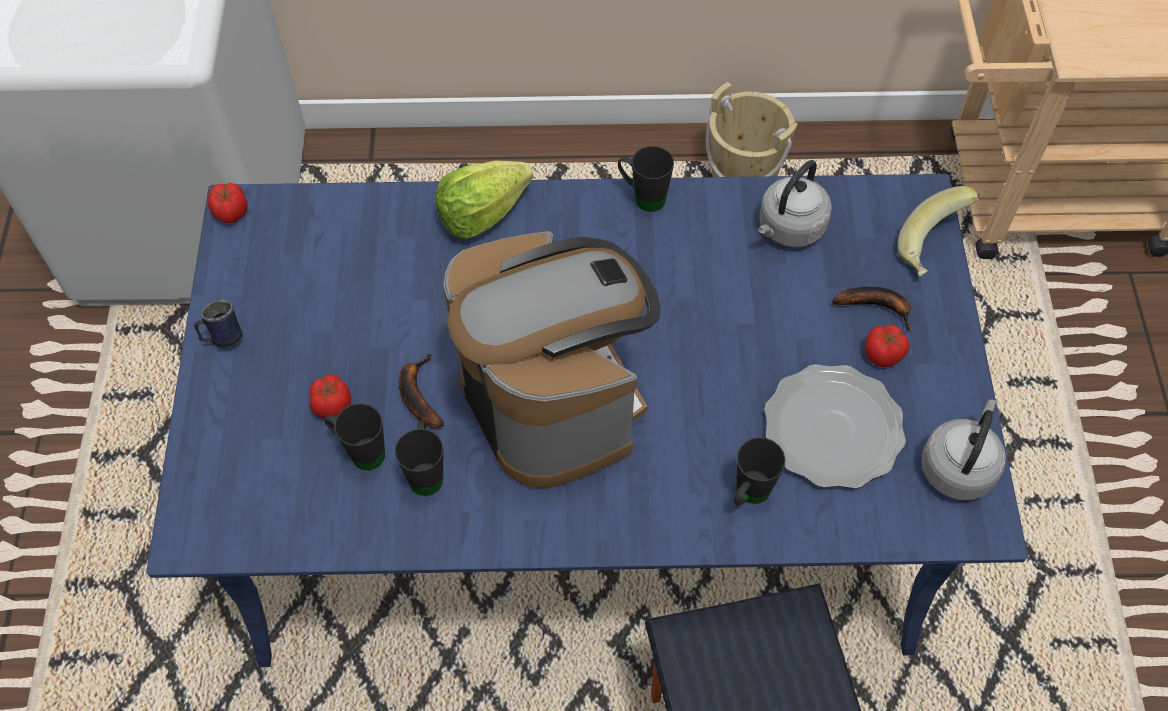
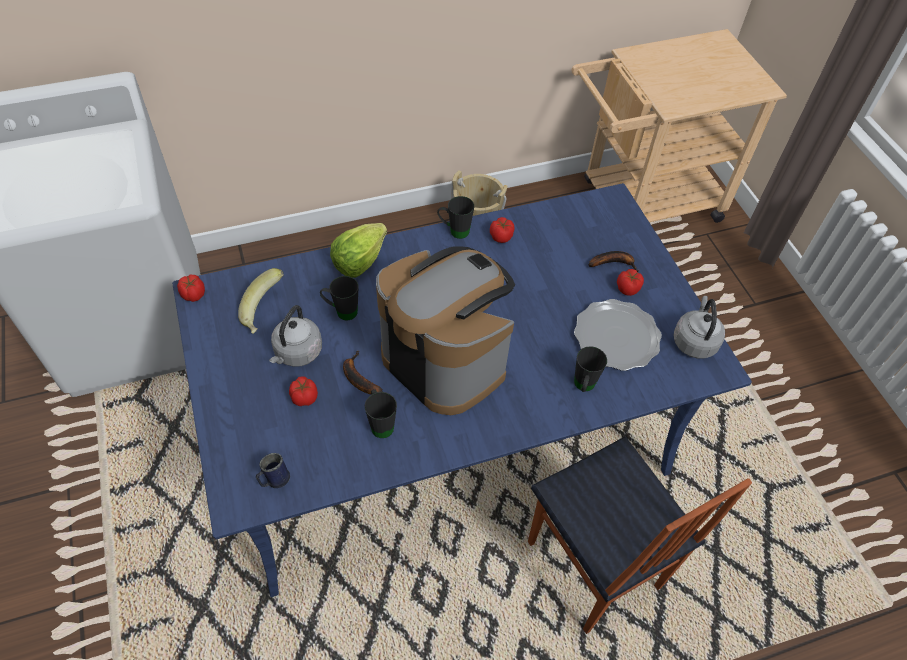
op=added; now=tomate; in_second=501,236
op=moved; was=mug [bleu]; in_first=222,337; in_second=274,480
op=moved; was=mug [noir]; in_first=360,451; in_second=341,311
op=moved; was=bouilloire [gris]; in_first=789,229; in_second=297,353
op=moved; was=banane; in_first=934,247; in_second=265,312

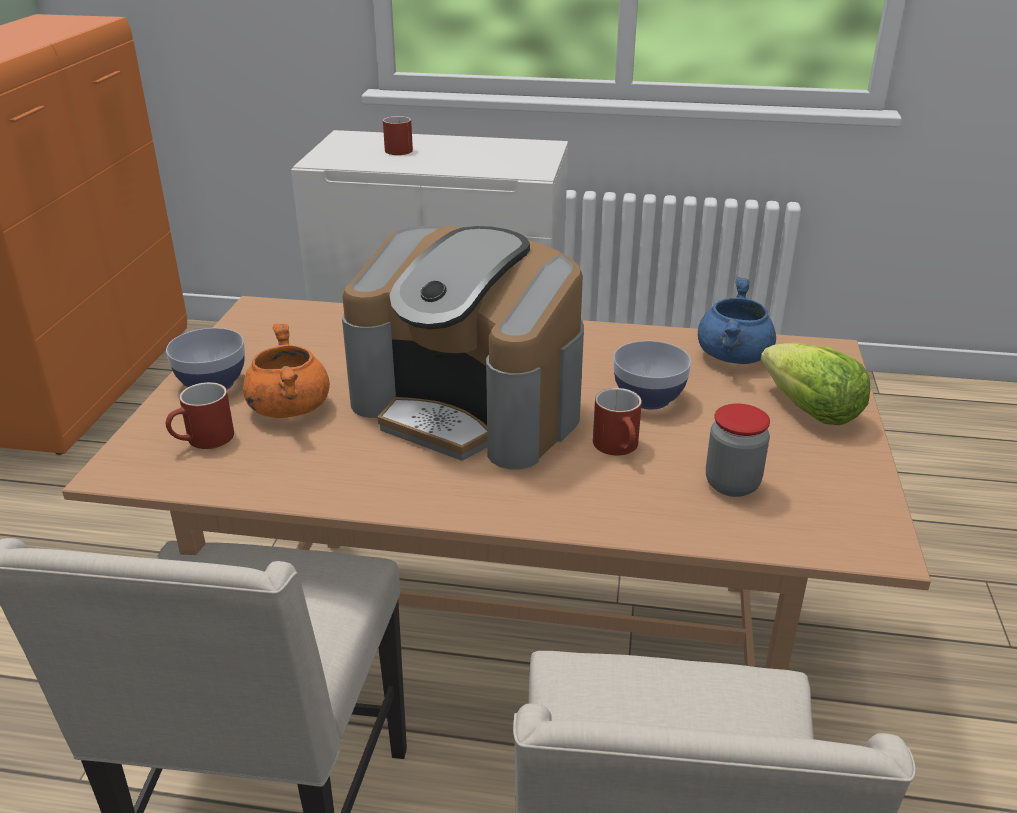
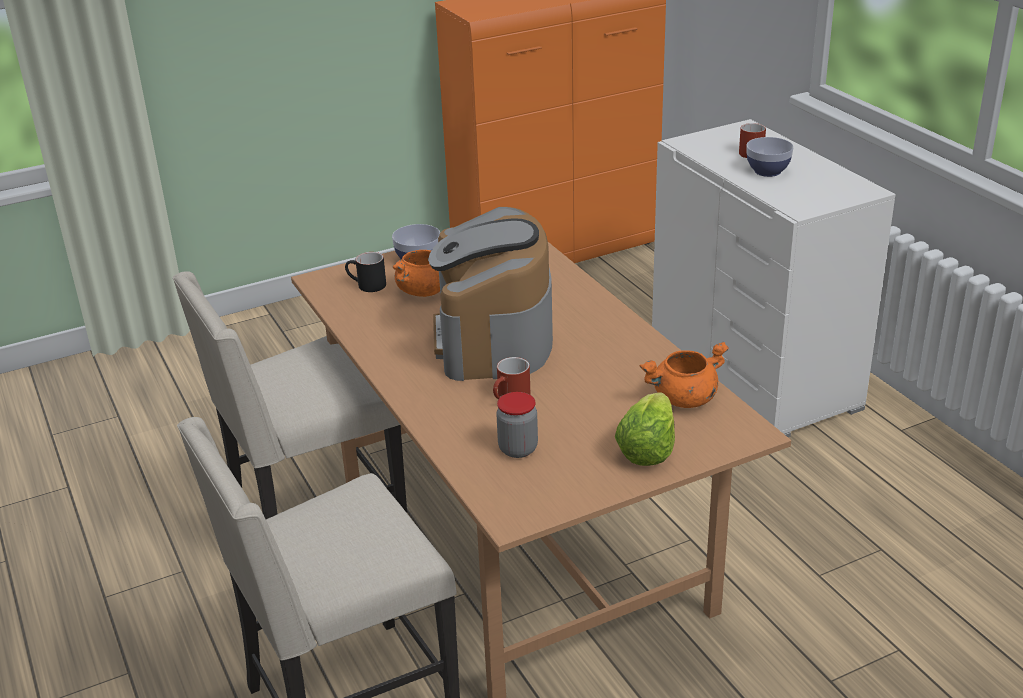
op=moved; was=bol; in_first=648,398; in_second=767,171
op=recoloured; was=mug [rouge]; now=mug [noir]; in_first=203,441; in_second=366,286
op=recoloured; was=marmite [bleu]; now=marmite [orange]; in_first=734,357; in_second=684,399

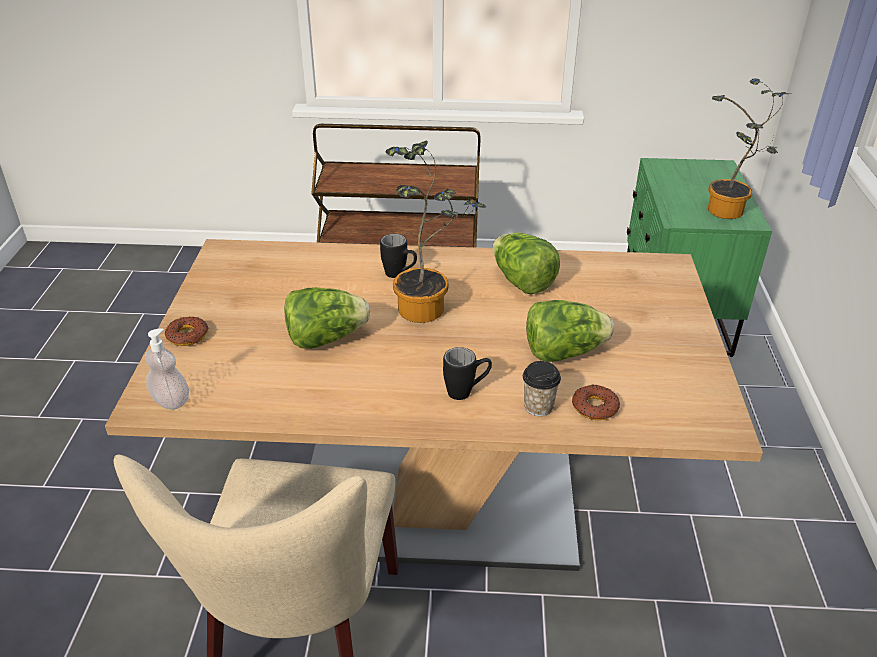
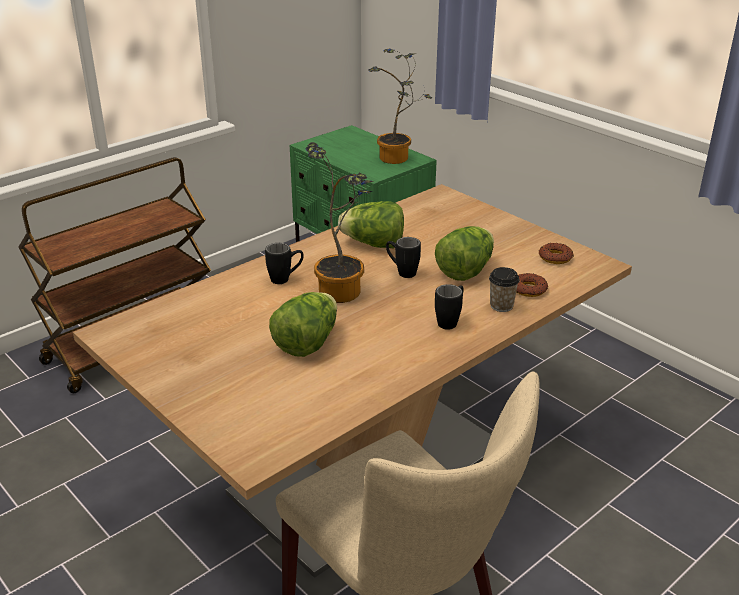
op=removed; was=distributeur de savon; in_first=171,401
op=added; now=mug [noir]; in_second=402,272
op=moved; was=beignet; in_first=188,336; in_second=555,257

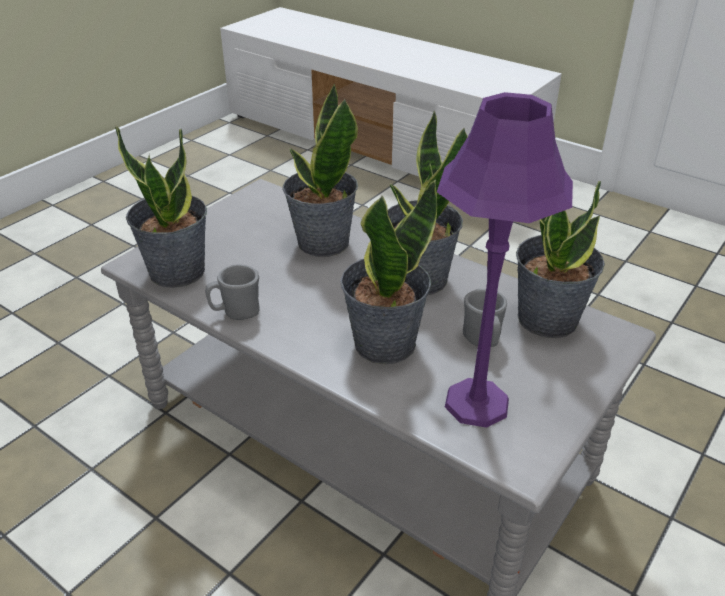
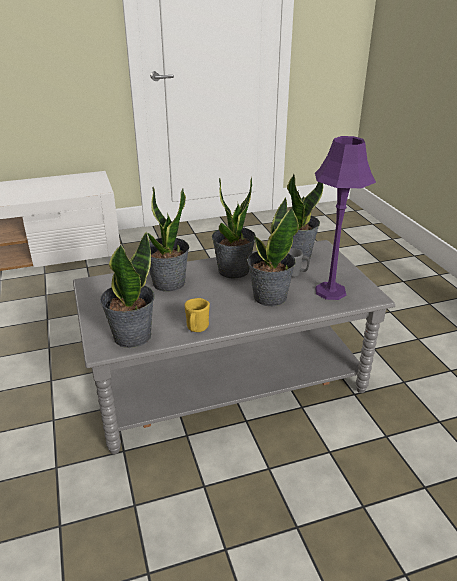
op=recoloured; was=mug [gris]; now=mug [jaune]; in_first=236,312; in_second=196,329

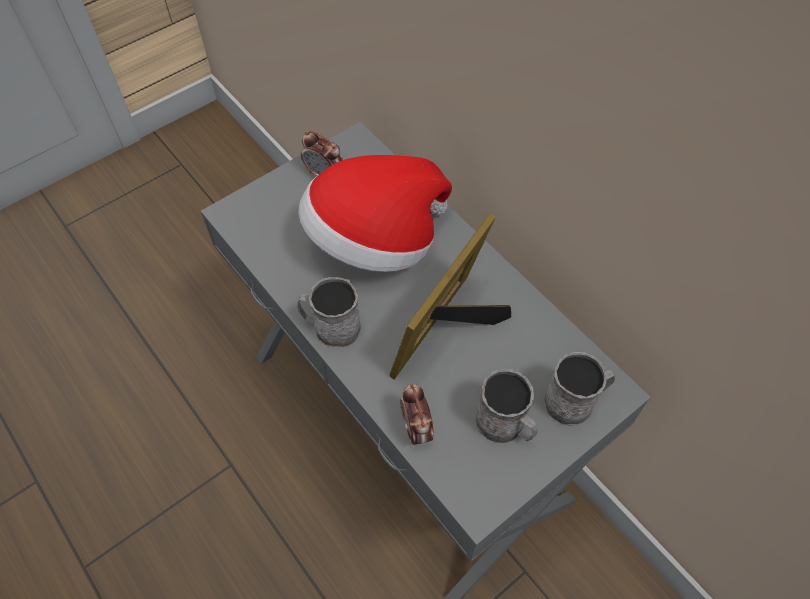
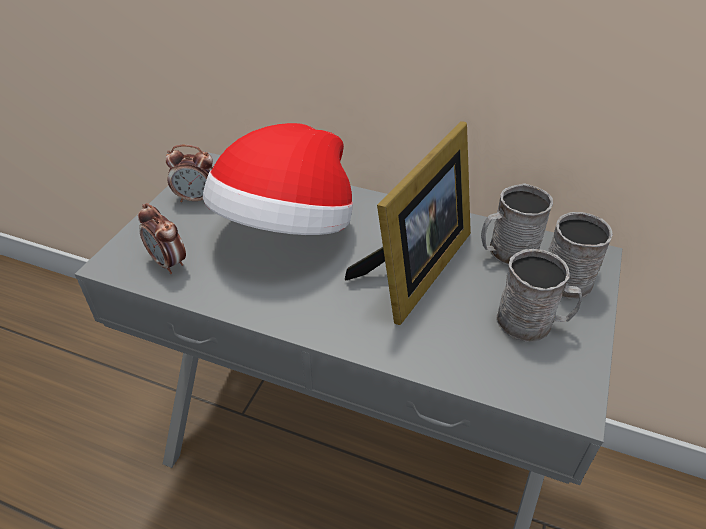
op=moved; was=mug [gris]; in_first=331,327; in_second=506,252
op=moved; was=réveil; in_first=416,429; in_second=169,263
op=turned; was=cadre photo; in_first=448,330; in_second=414,271; clockwise=-150

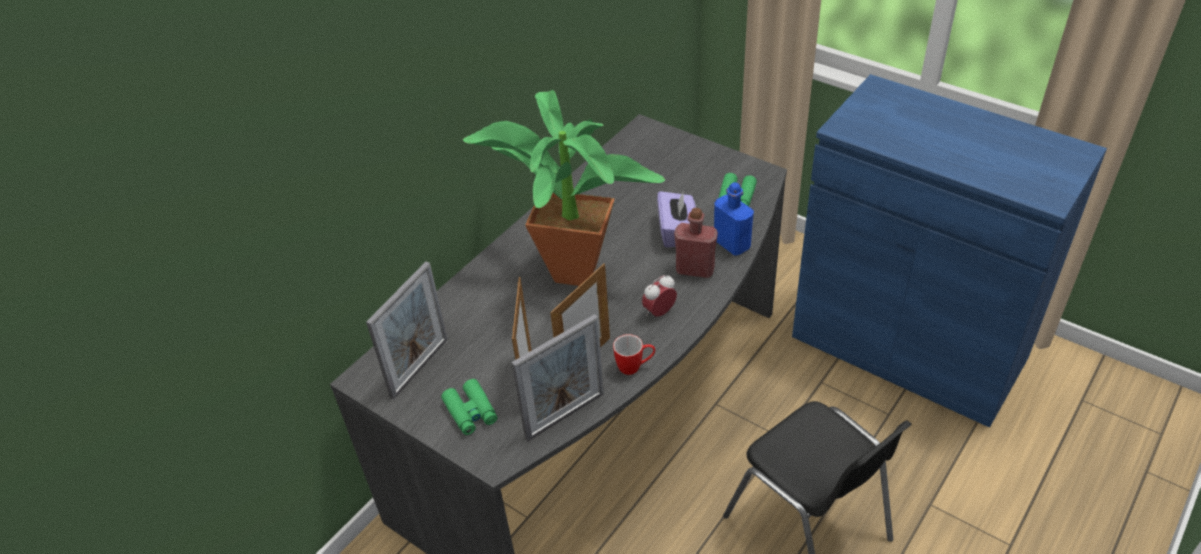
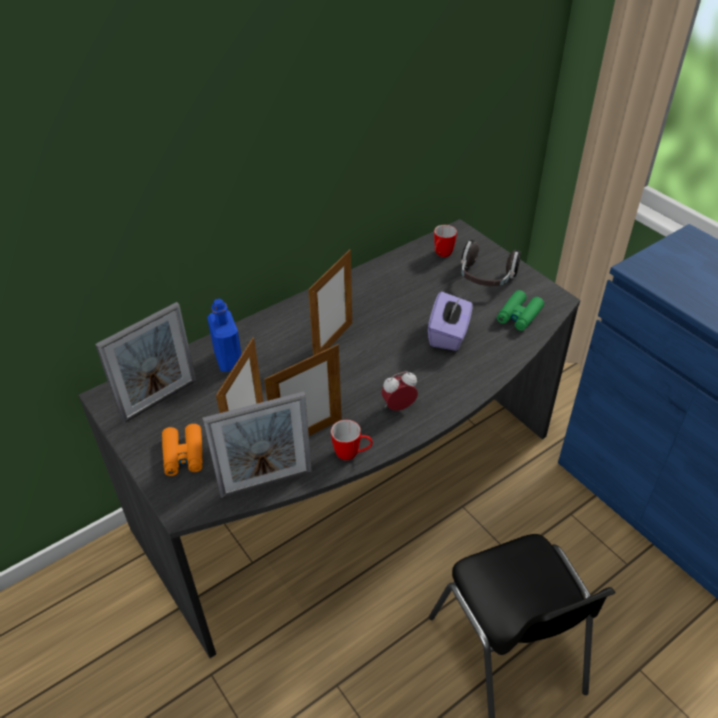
op=removed; was=bouteille [rouge]; in_first=695,269
op=added; now=mug; in_second=441,255
op=added; now=casque audio; in_second=486,278
op=moved; was=bouteille [bleu]; in_first=732,244; in_second=228,360
op=replaced; was=plante en pot; now=cadre photo; in_first=568,267; in_second=333,342
op=recoloured; was=jumelles [vert]; now=jumelles [orange]; in_first=471,412; in_second=183,455

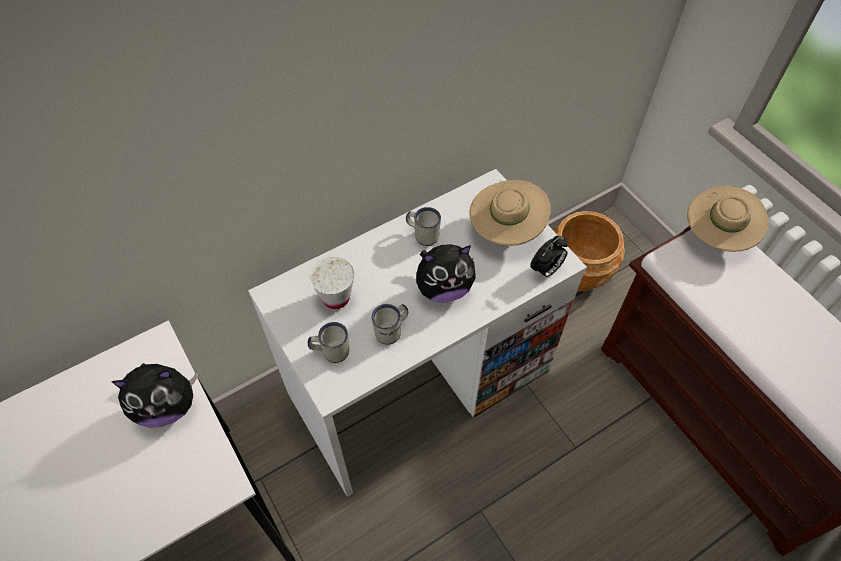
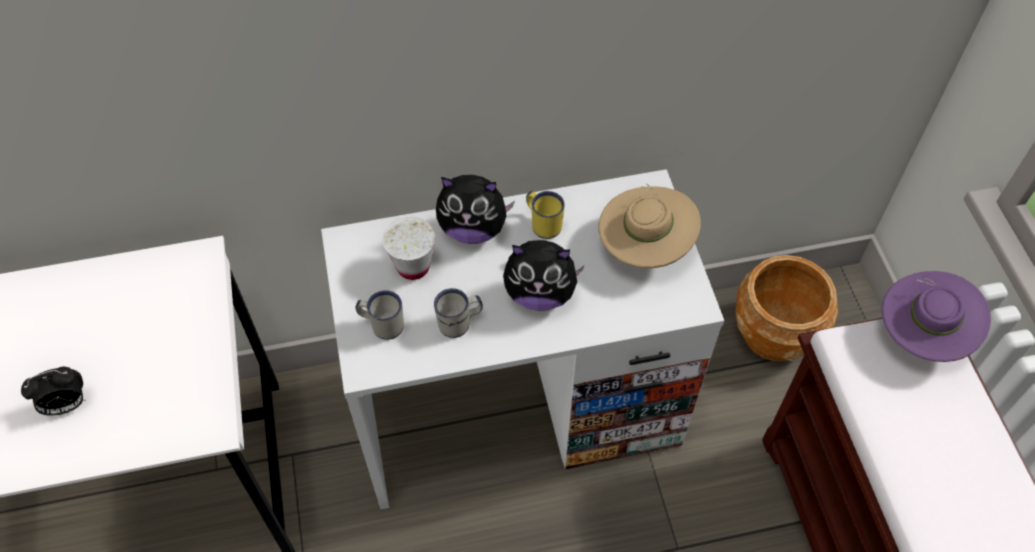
op=moved; was=peluche; in_first=167,406; in_second=473,229
op=moved; was=réveil; in_first=546,270; in_second=66,405
op=recoloured; was=mug [blanc]; now=mug [jaune]; in_first=423,234; in_second=543,223
op=recoloured; was=chapeau [beige]; now=chapeau [violet]; in_first=716,236; in_second=921,335

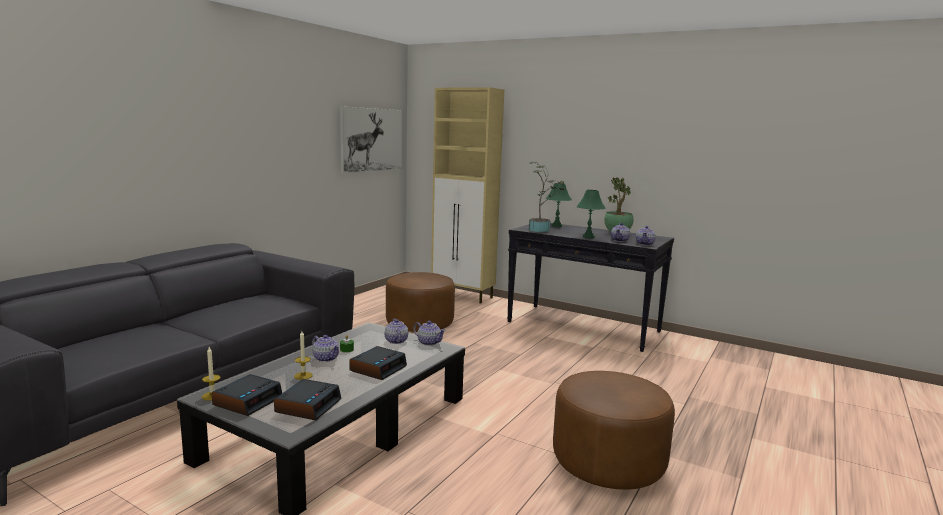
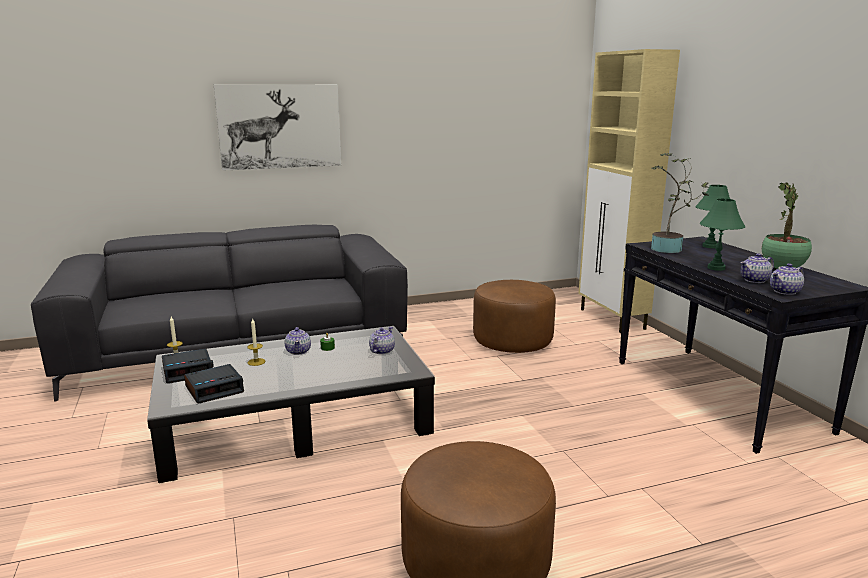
op=removed; was=réveil; in_first=378,368
op=removed; was=théière; in_first=429,342
op=moved; was=tableau; in_first=372,139; in_second=280,126

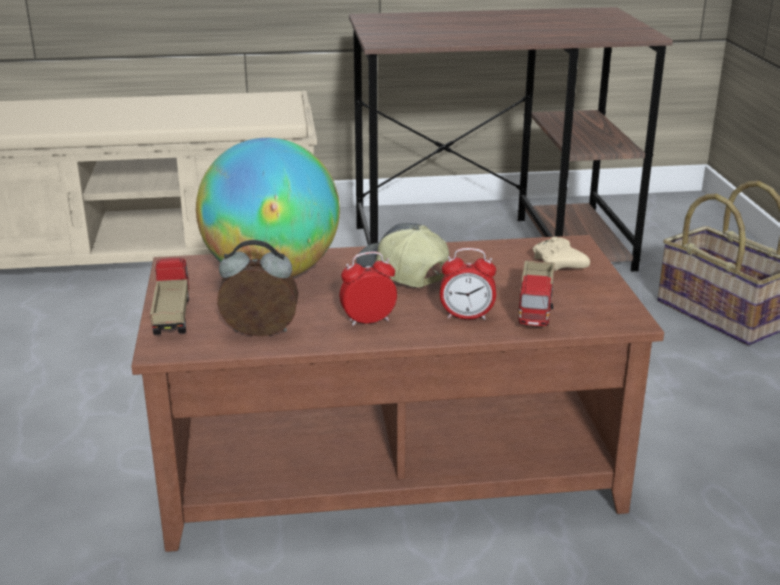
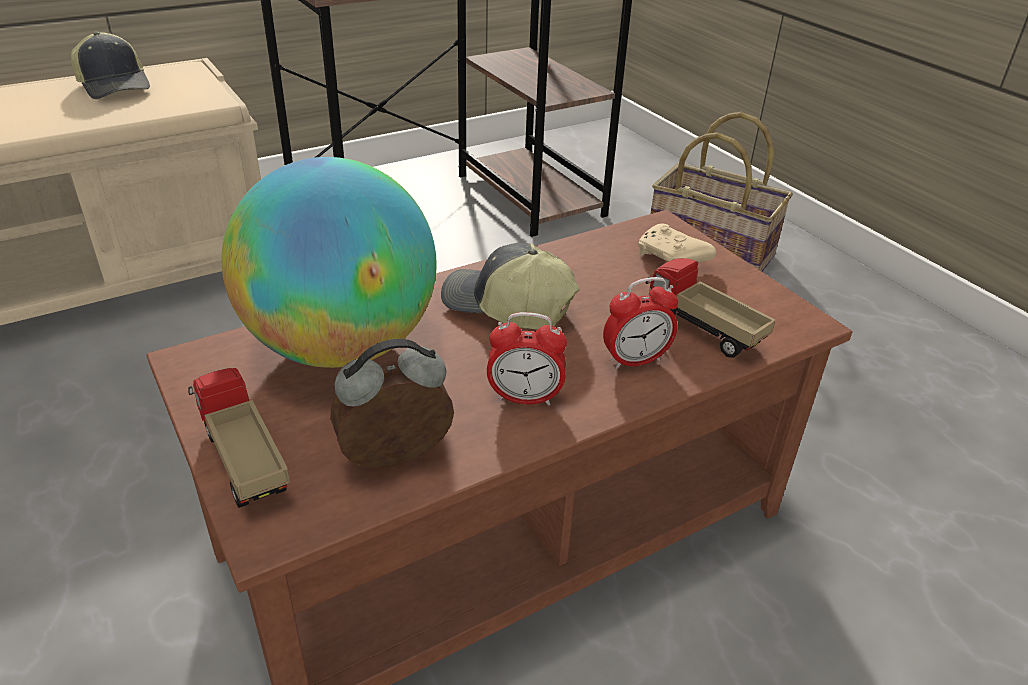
op=added; now=casquette; in_second=115,86
op=turned; was=réveil; in_first=368,321; in_second=525,398; clockwise=-135
op=turned; was=camion jouet; in_first=536,309; in_second=702,330; clockwise=150

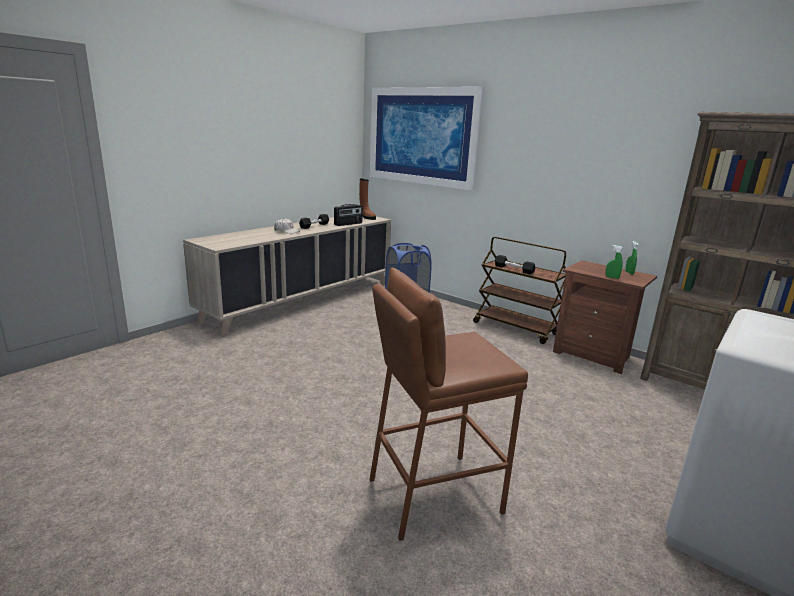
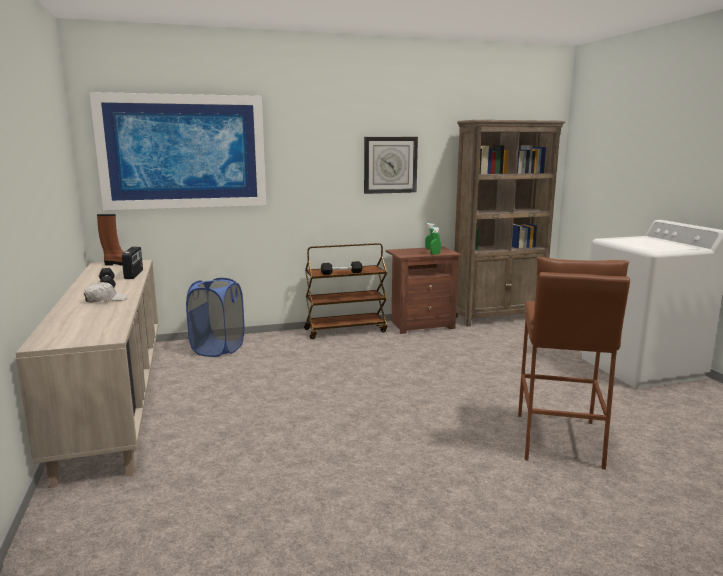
op=added; now=horloge murale; in_second=390,165

